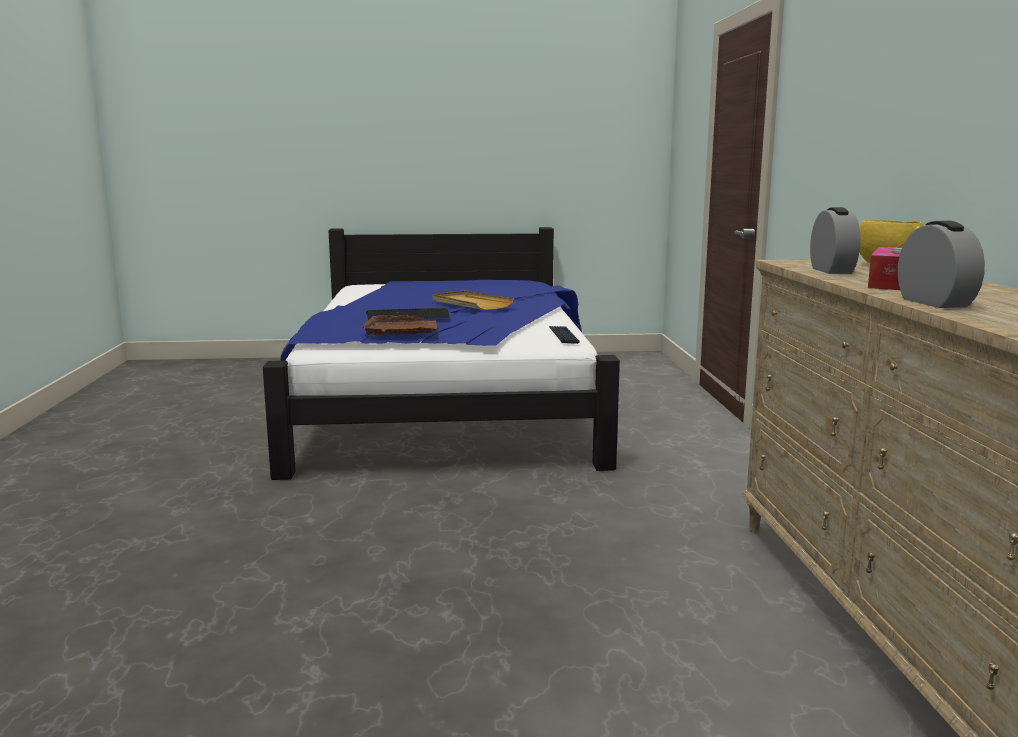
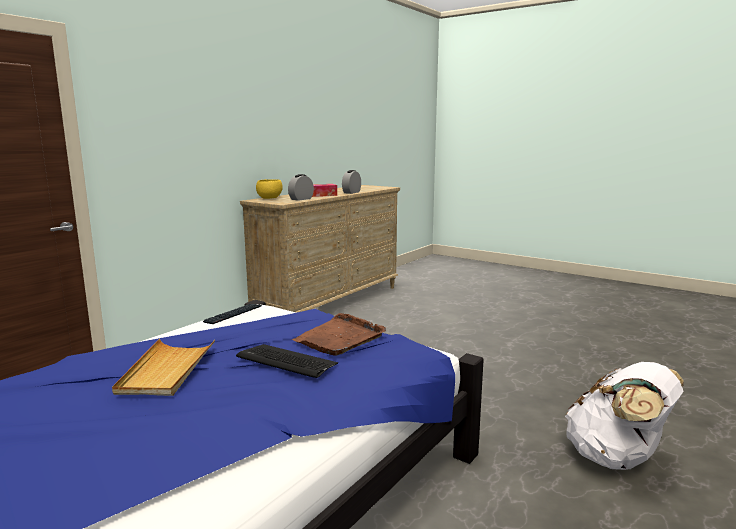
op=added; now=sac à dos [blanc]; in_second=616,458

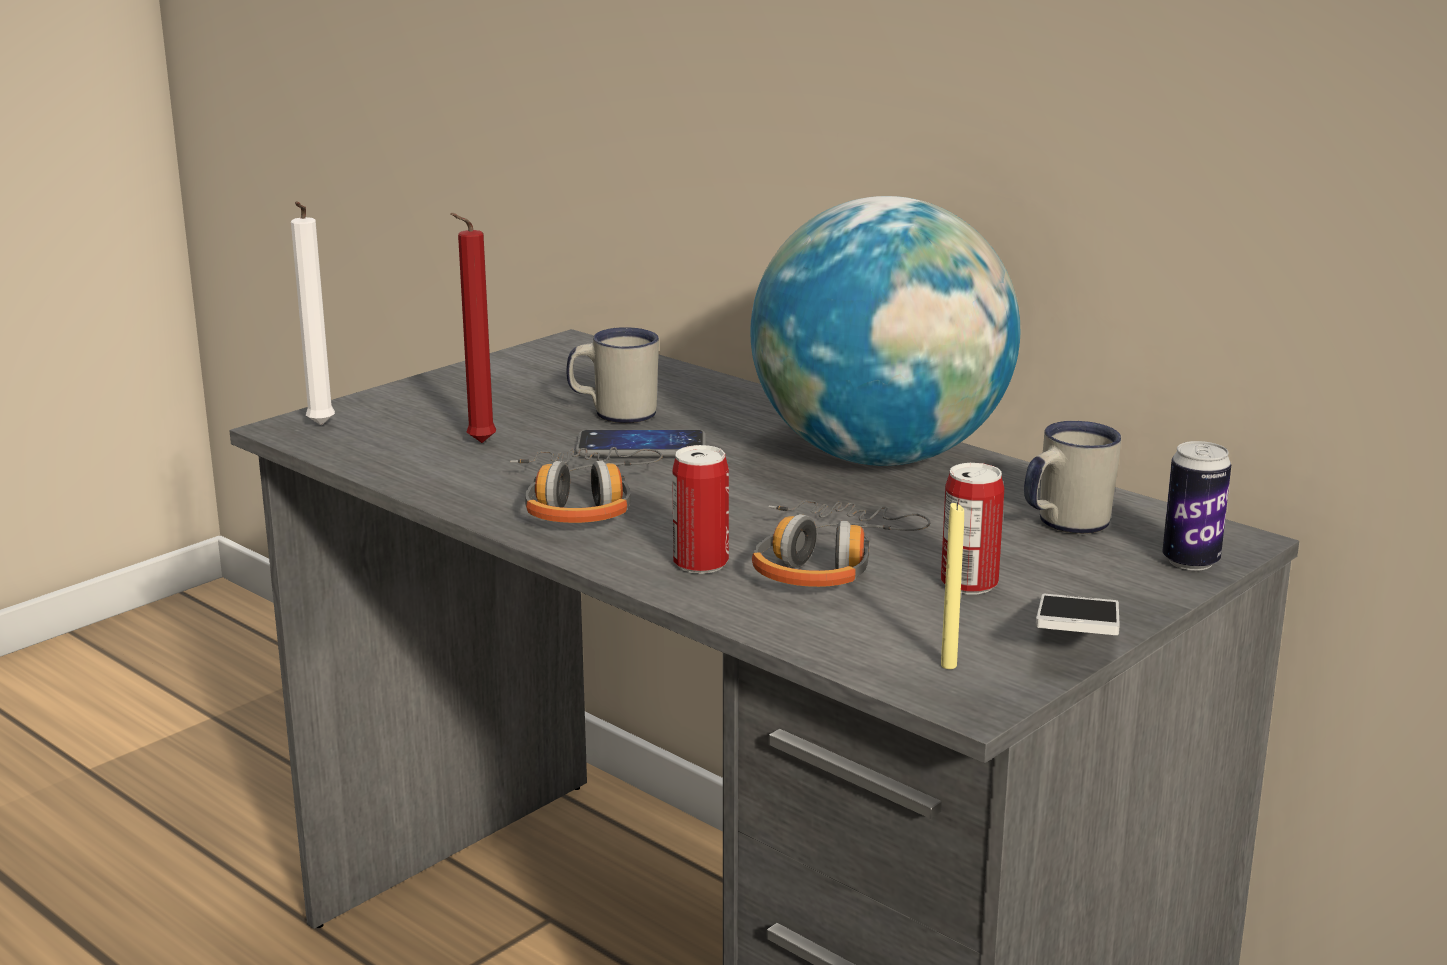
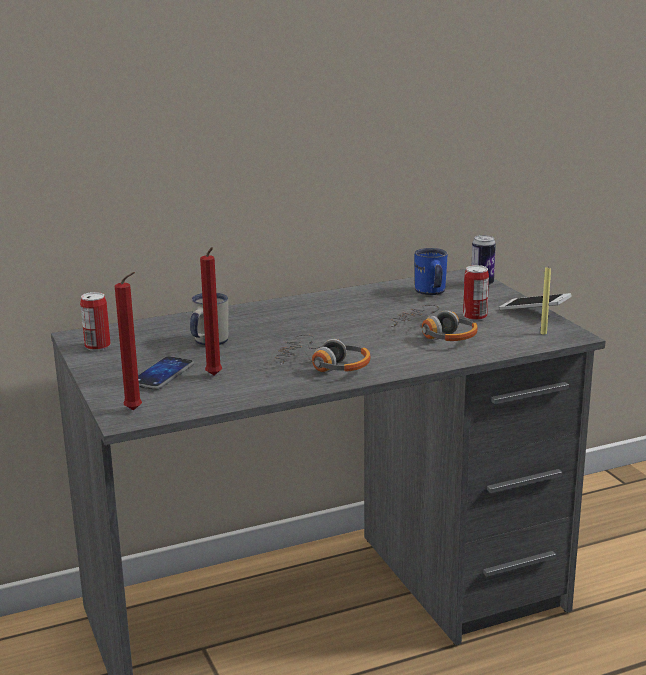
op=removed; was=globe; in_first=880,456
op=moved; was=téléphone; in_first=641,447; in_second=162,375
op=moved; was=boîte métallique; in_first=700,563; in_second=97,346
op=recoloured; was=bougie [blanc]; now=bougie [rouge]; in_first=319,427; in_second=136,410
op=recoloured; was=mug [blanc]; now=mug [bleu]; in_first=1063,524; in_second=431,293

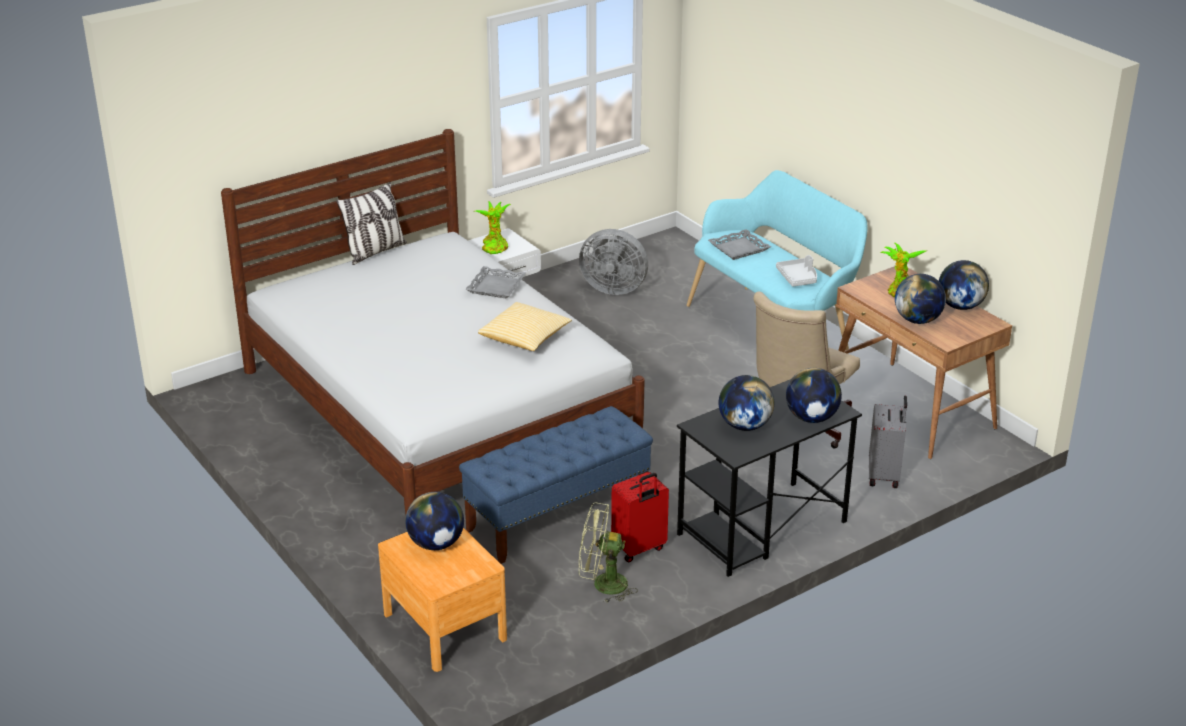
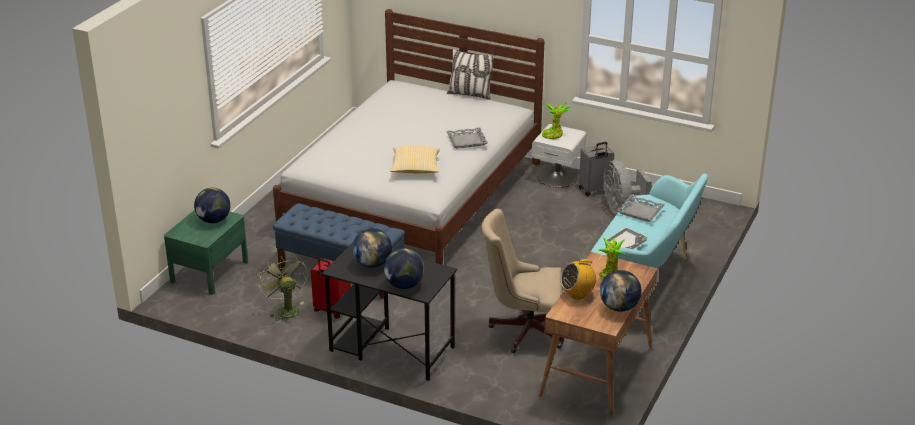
op=moved; was=valise [gris]; in_first=884,475; in_second=595,190
op=replaced; was=globe; now=radio; in_first=917,320; in_second=577,294
op=recoloured; was=table de chevet [marron]; now=table de chevet [vert]; in_first=444,626; in_second=209,271

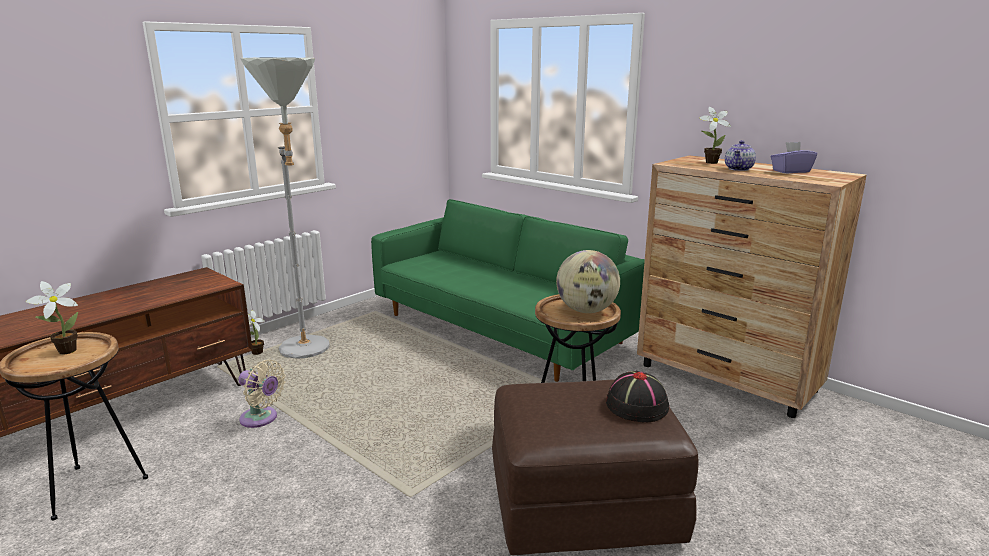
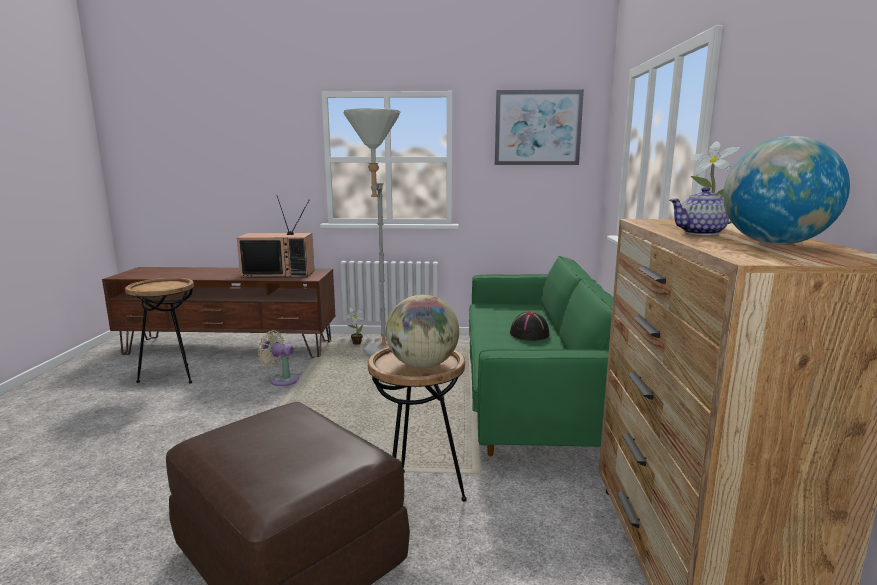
op=removed; was=plante en pot; in_first=64,351
op=added; now=téléviseur; in_second=279,273
op=added; now=tableau; in_second=537,128
op=moved; was=chapeau [noir]; in_first=636,405; in_second=529,334
op=replaced; was=boîte à mouchoirs [violet]; now=globe; in_first=790,171; in_second=774,244
op=turned; was=ventilateur [beige]; in_first=261,419; in_second=281,380; clockwise=120

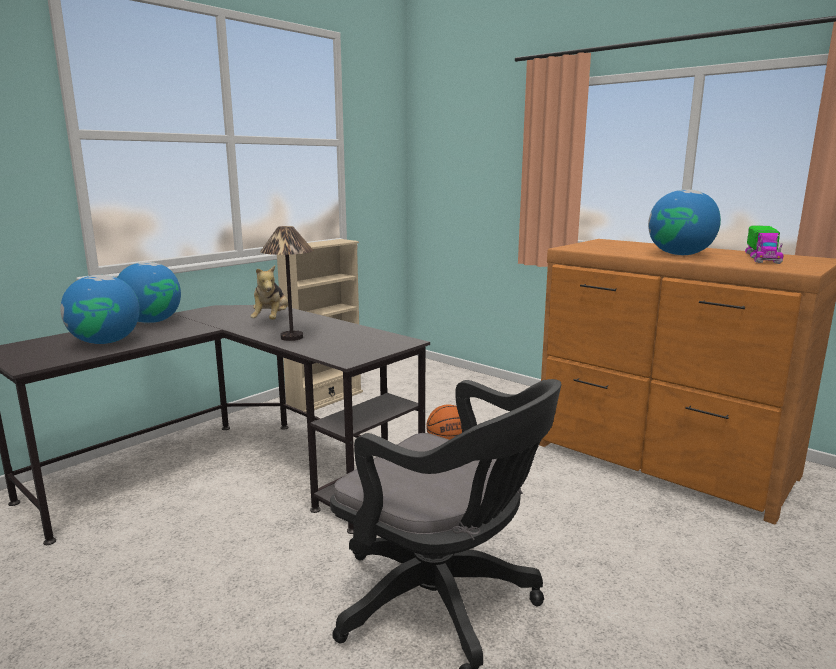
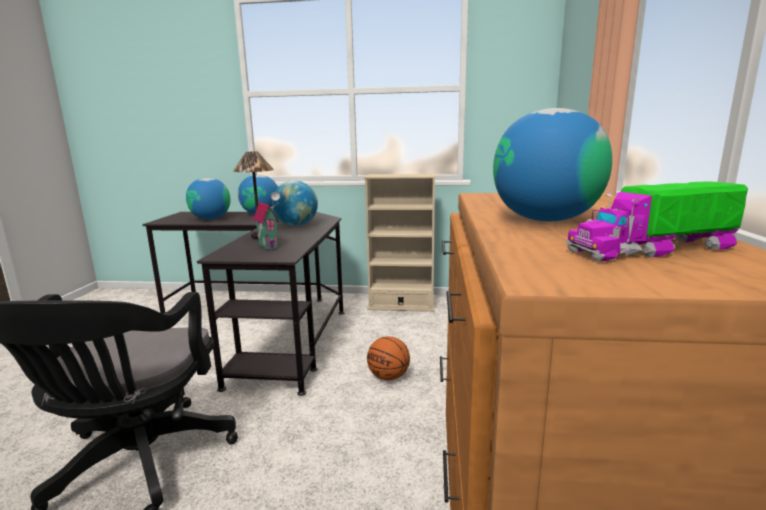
op=added; now=maison miniature; in_second=270,246
op=replaced; was=peluche; now=globe; in_first=271,320; in_second=296,225

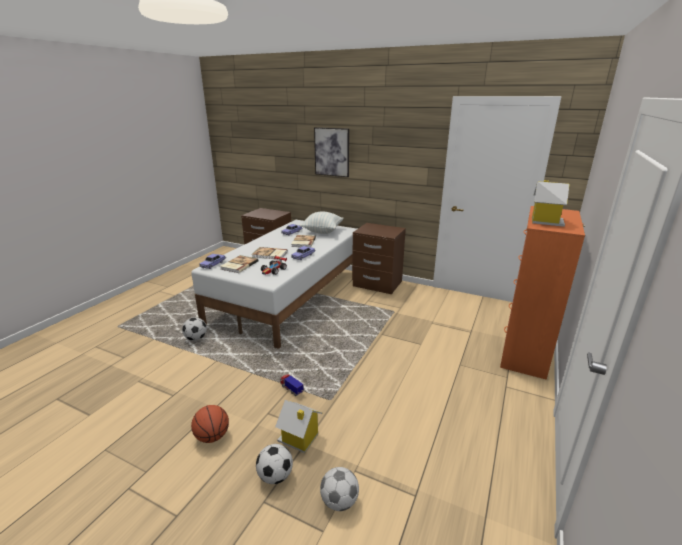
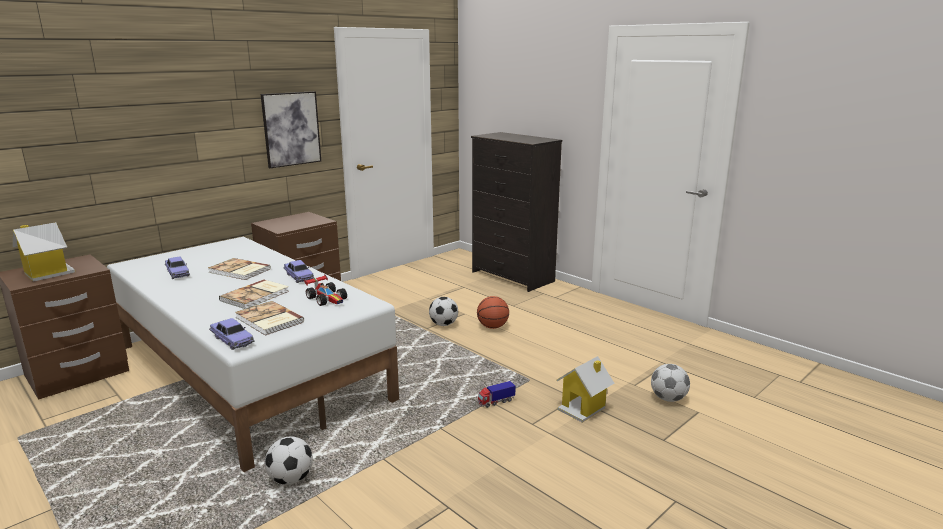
op=removed; was=coussin; in_first=322,231
op=moved; was=ballon de basket; in_first=212,436; in_second=492,327
op=moved; was=ballon de foot; in_first=275,476; in_second=443,324
op=moved; was=tableau; in_first=332,152; in_second=291,129
op=moved; was=maison miniature; in_first=545,221; in_second=47,273
op=recoloured; was=commode [orange]; now=commode [noir]; in_first=524,351; in_second=512,277

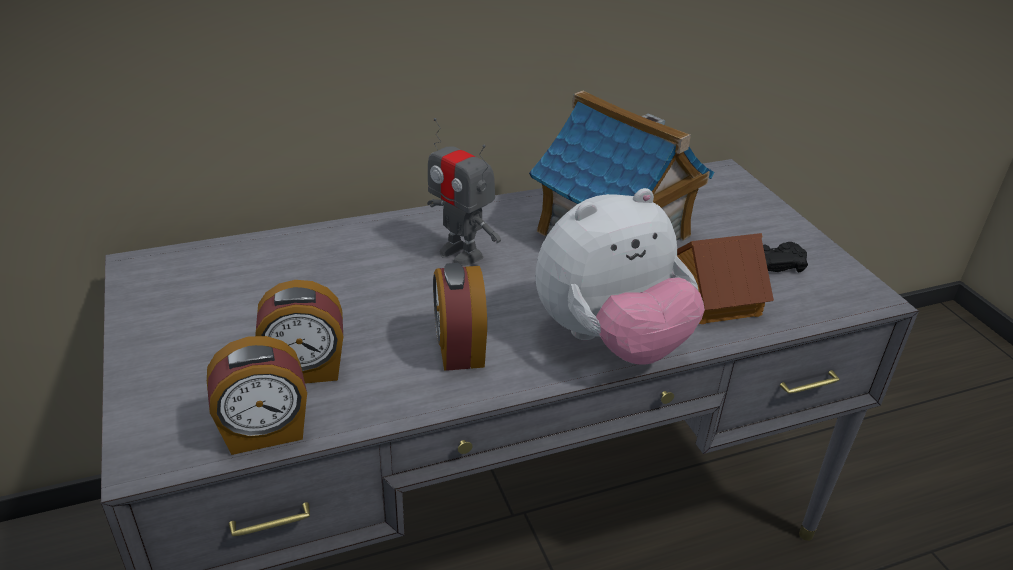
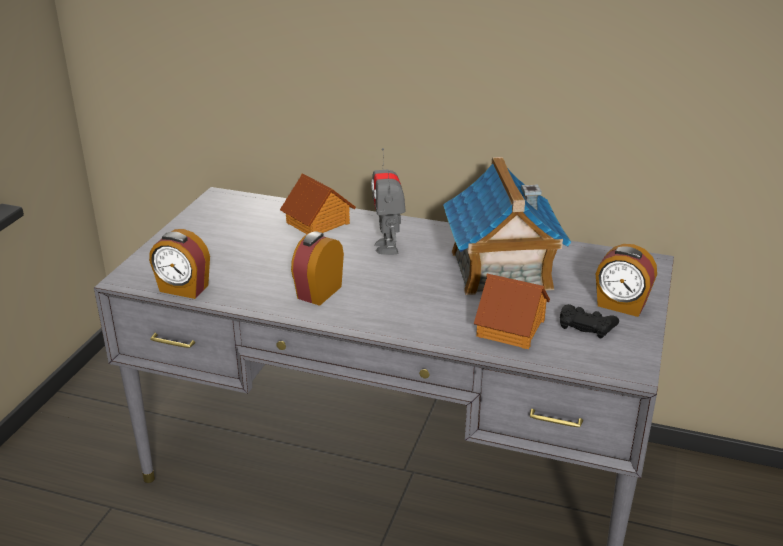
op=removed; was=peluche; in_first=610,341
op=added; now=maison miniature; in_second=318,223
op=moved; was=réveil; in_first=305,370; in_second=621,305

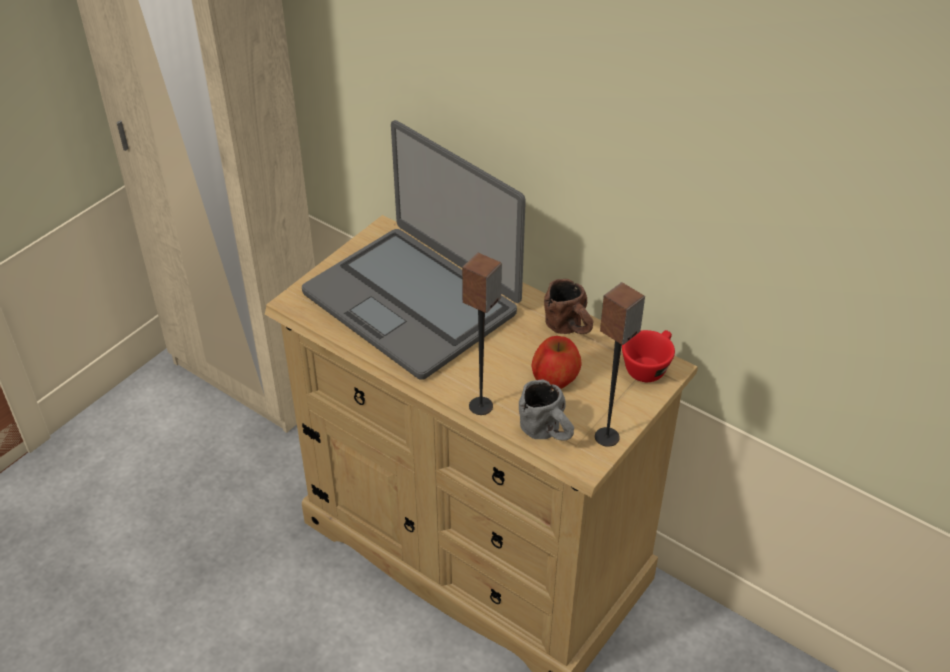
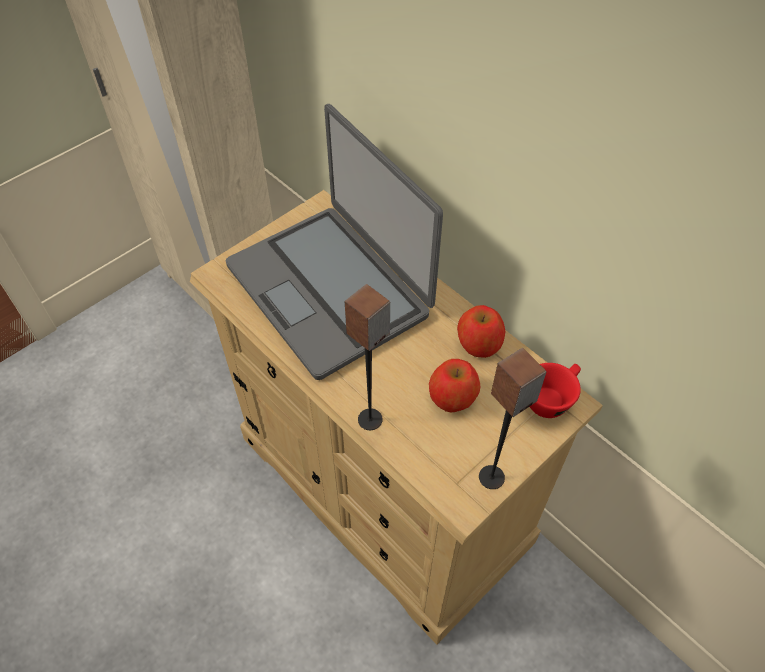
op=removed; was=mug [gris]; in_first=548,434
op=replaced; was=mug [marron]; now=pomme; in_first=570,329; in_second=479,343

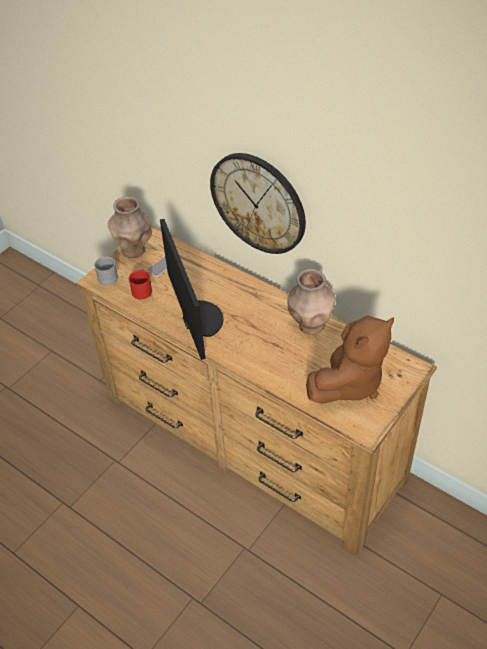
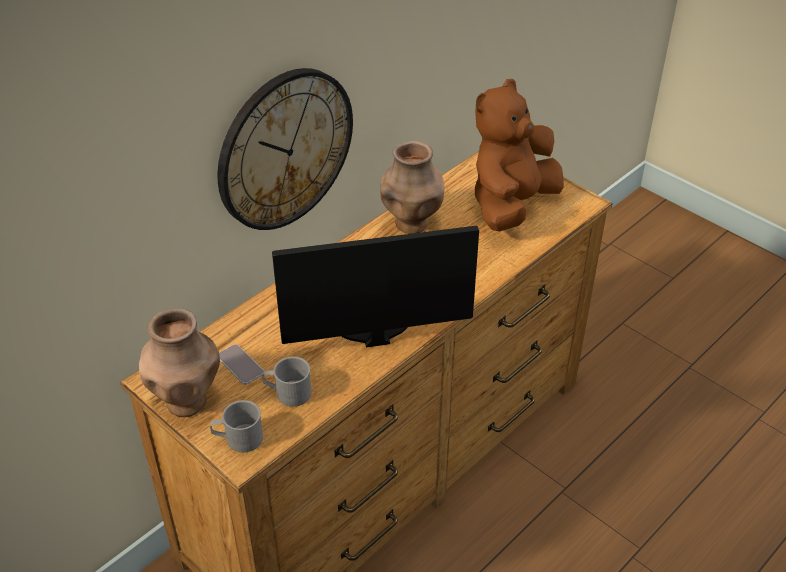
op=recoloured; was=mug [rouge]; now=mug [gris]; in_first=142,289; in_second=288,393
op=turned; was=peluche [marron]; in_first=349,382; in_second=511,205; clockwise=-105

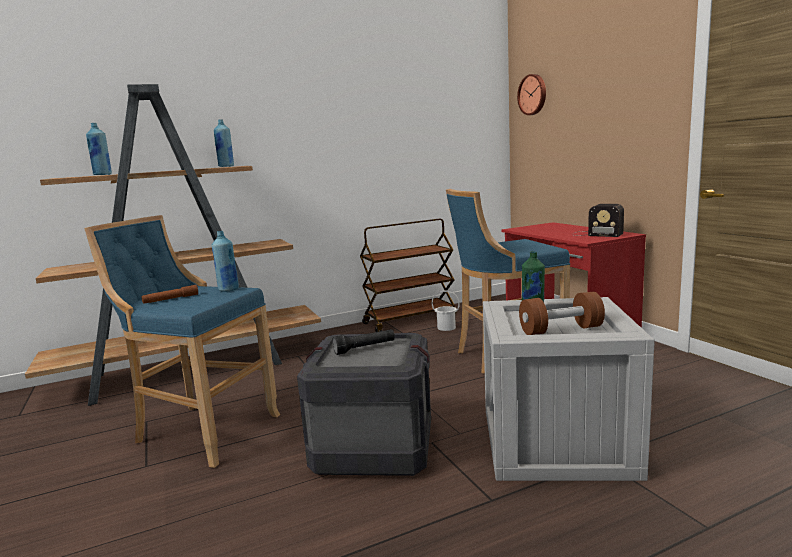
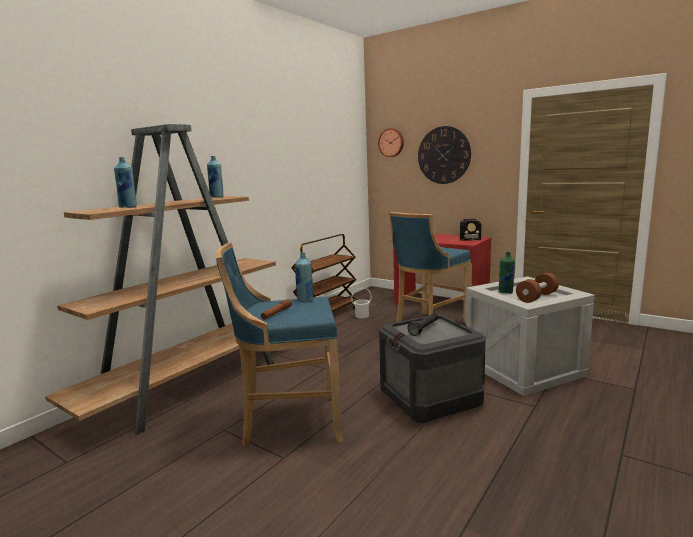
op=added; now=horloge murale; in_second=444,155

